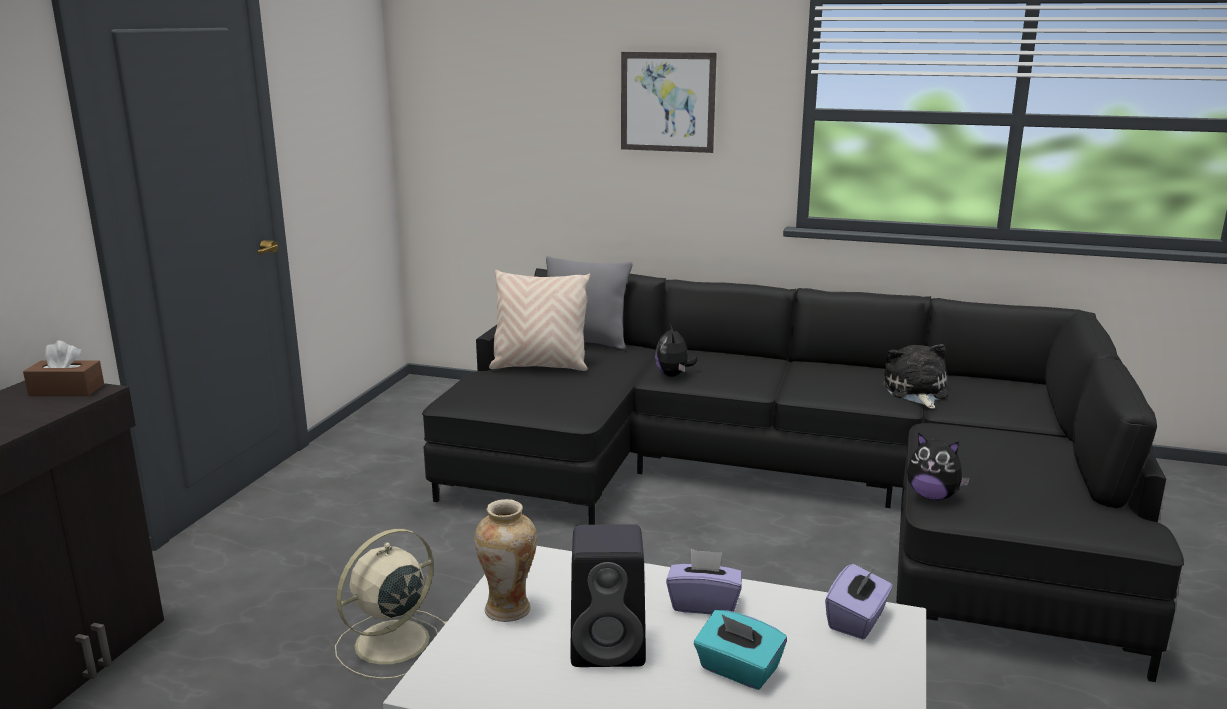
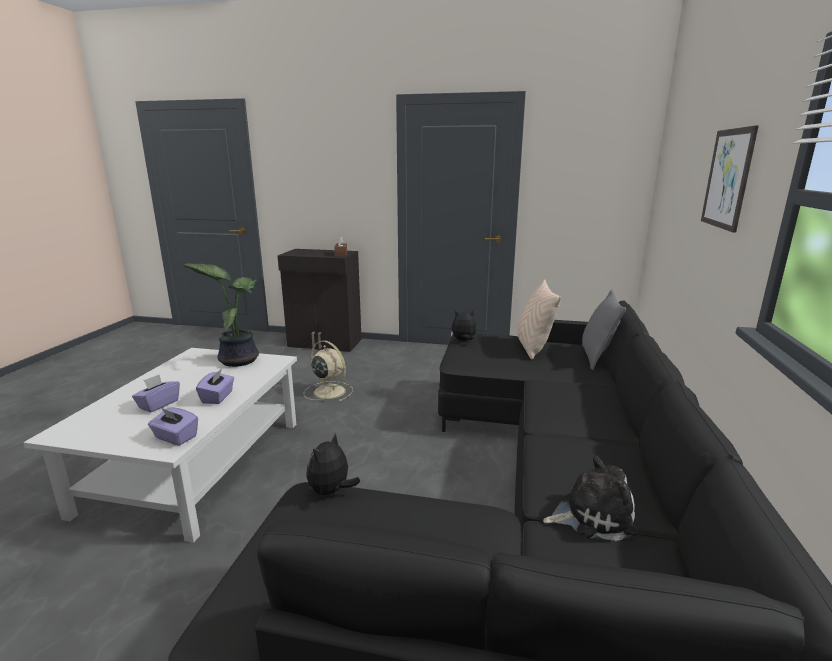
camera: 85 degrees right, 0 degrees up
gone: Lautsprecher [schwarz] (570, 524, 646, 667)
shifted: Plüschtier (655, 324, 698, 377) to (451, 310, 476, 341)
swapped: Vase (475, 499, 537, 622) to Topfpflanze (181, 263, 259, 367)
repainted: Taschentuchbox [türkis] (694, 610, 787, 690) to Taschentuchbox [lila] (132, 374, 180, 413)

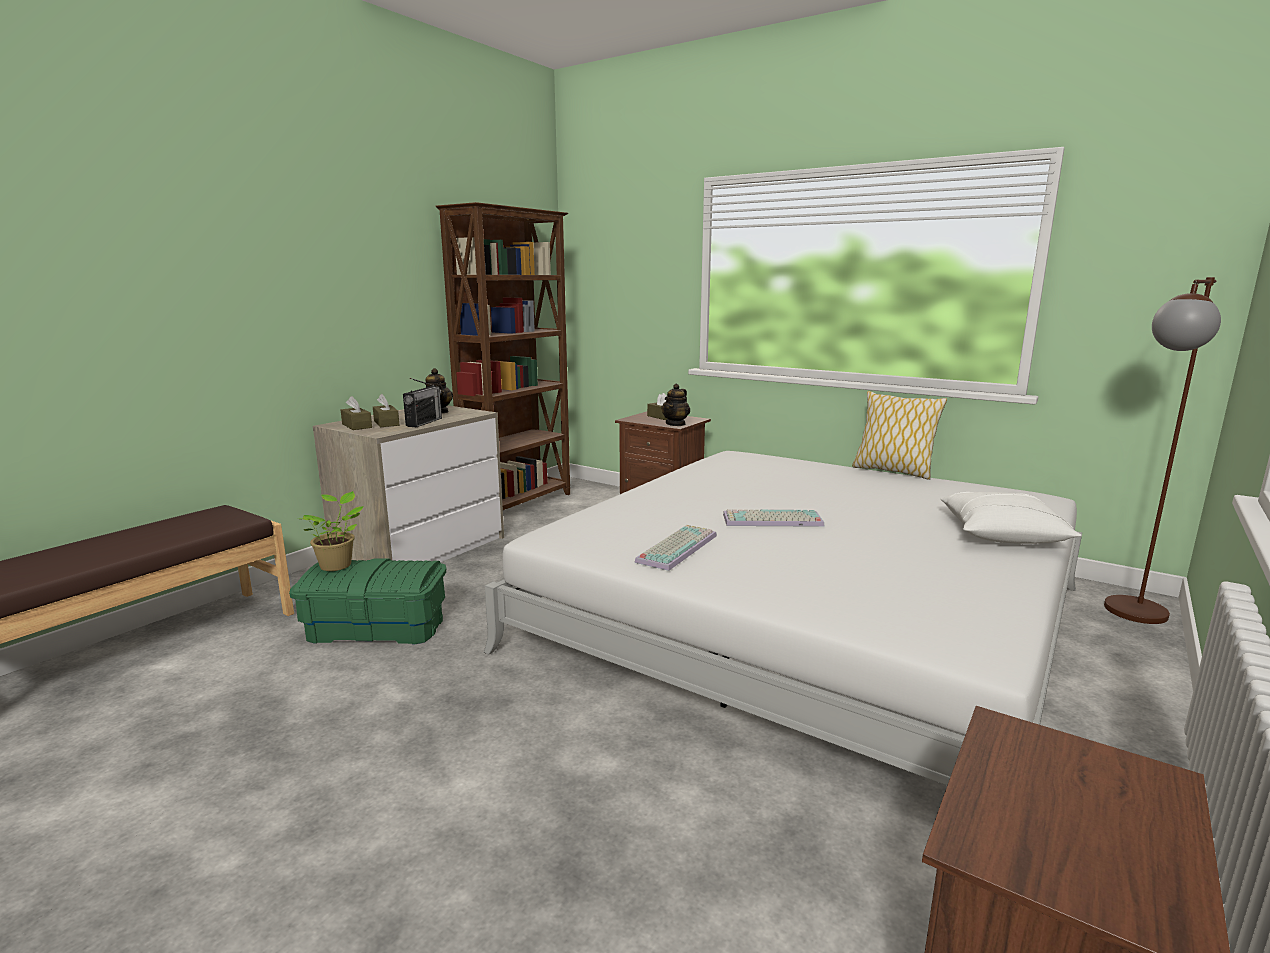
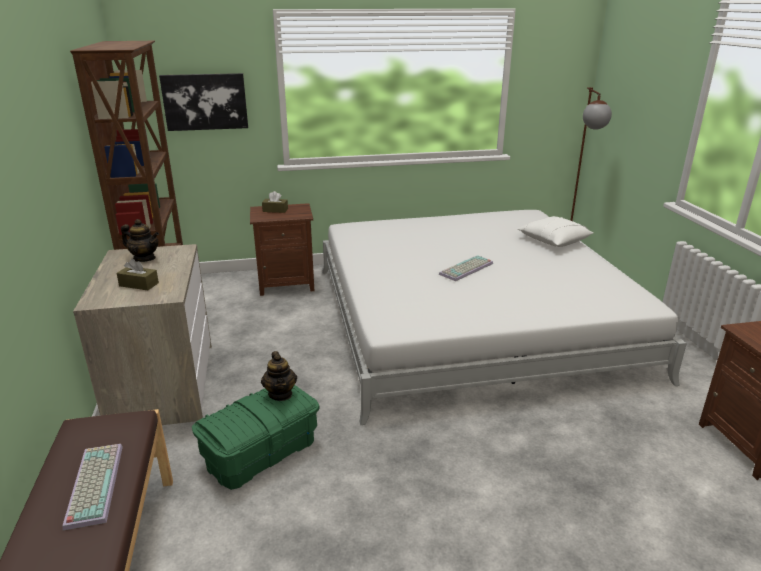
camera: 45 degrees left, 10 degrees up
gone: Topfpflanze (300, 491, 364, 571); Taschentuchbox [braun] (341, 396, 372, 430); Radio (403, 378, 442, 427); Kissen (852, 391, 947, 480)
new: Bild (159, 73, 248, 131)
shifted: Tastatur (634, 525, 717, 571) to (62, 444, 123, 530); Teekanne (661, 384, 690, 426) to (261, 351, 297, 401)

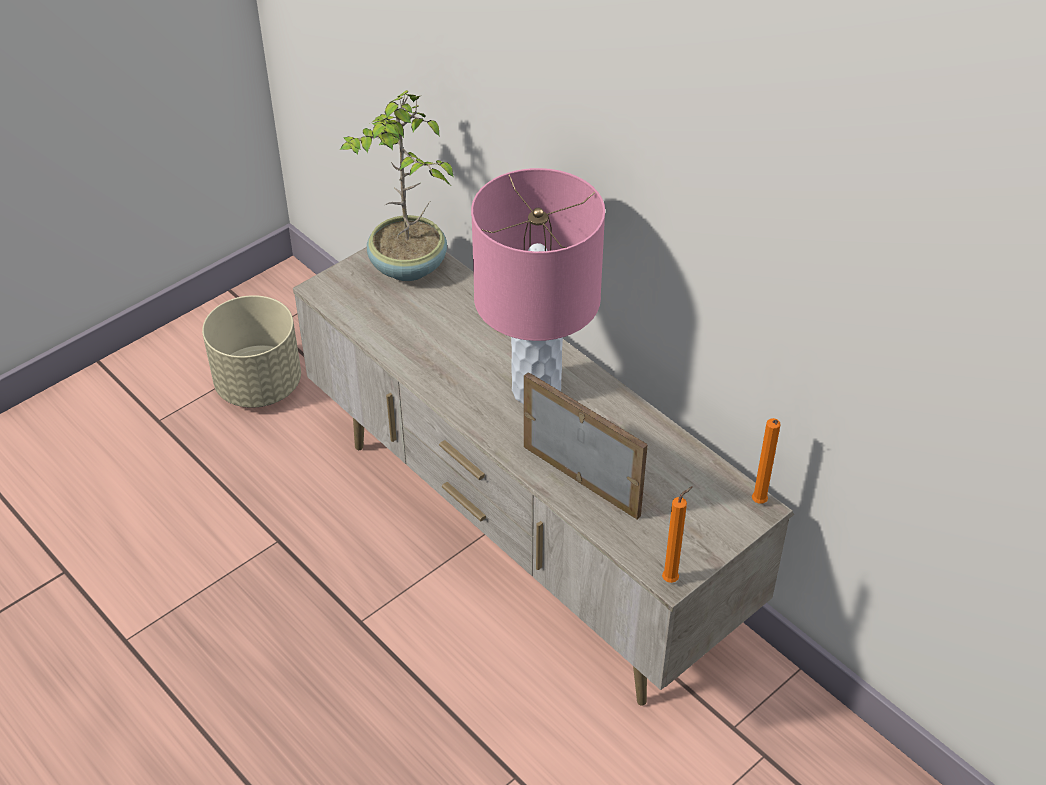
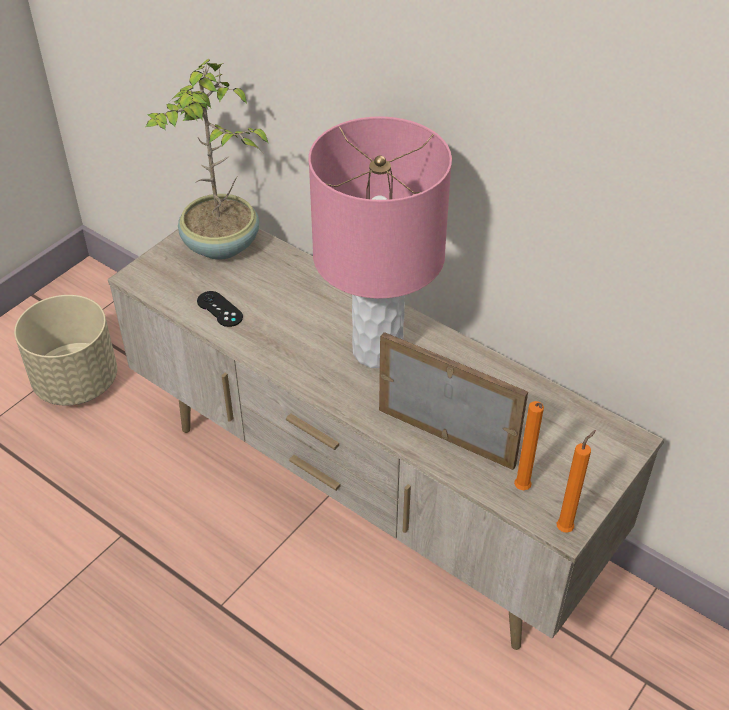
camera: 10 degrees left, 0 degrees up
new: Gamepad [schwarz] (197, 291, 243, 327)
shifted: Kerze [orange] (752, 418, 781, 504) to (514, 401, 544, 490)

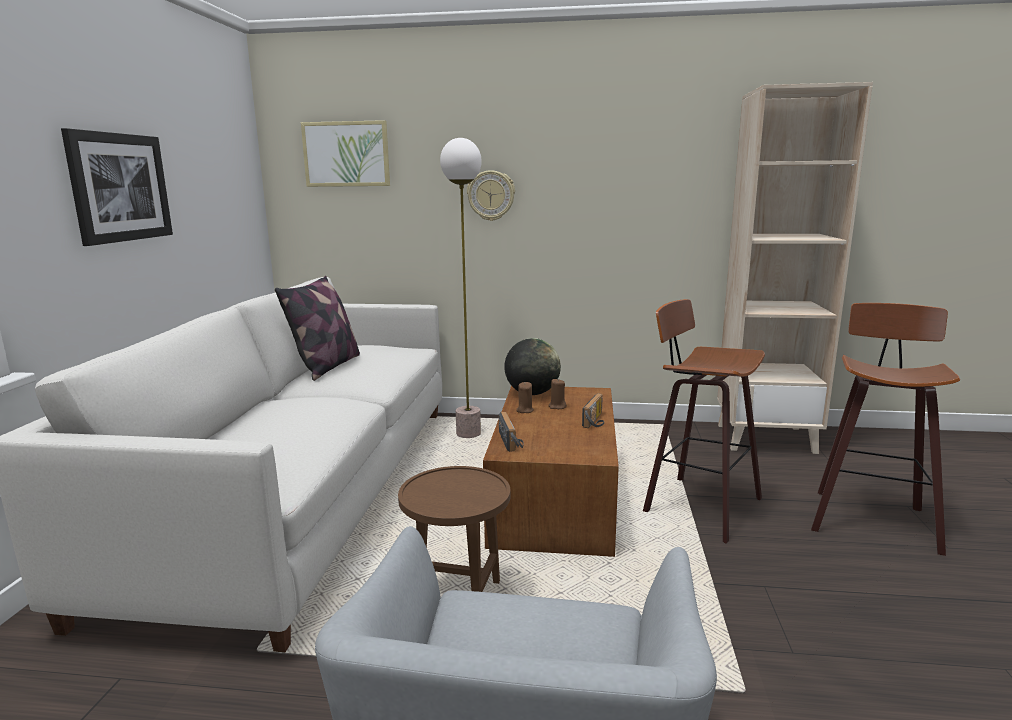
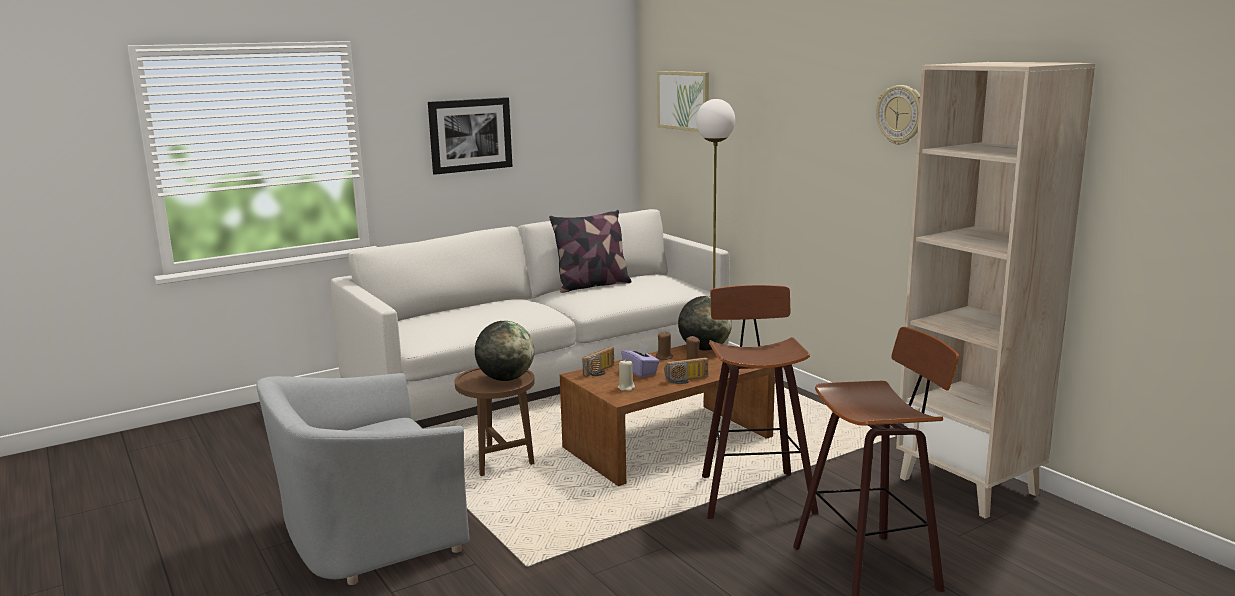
camera: 50 degrees right, 0 degrees up
new: Globus (475, 321, 534, 381); Kerze [beige] (618, 361, 635, 391); Taschentuchbox [lila] (621, 343, 660, 377)
shifted: Wanduhr (467, 170, 515, 221) to (876, 85, 920, 145)

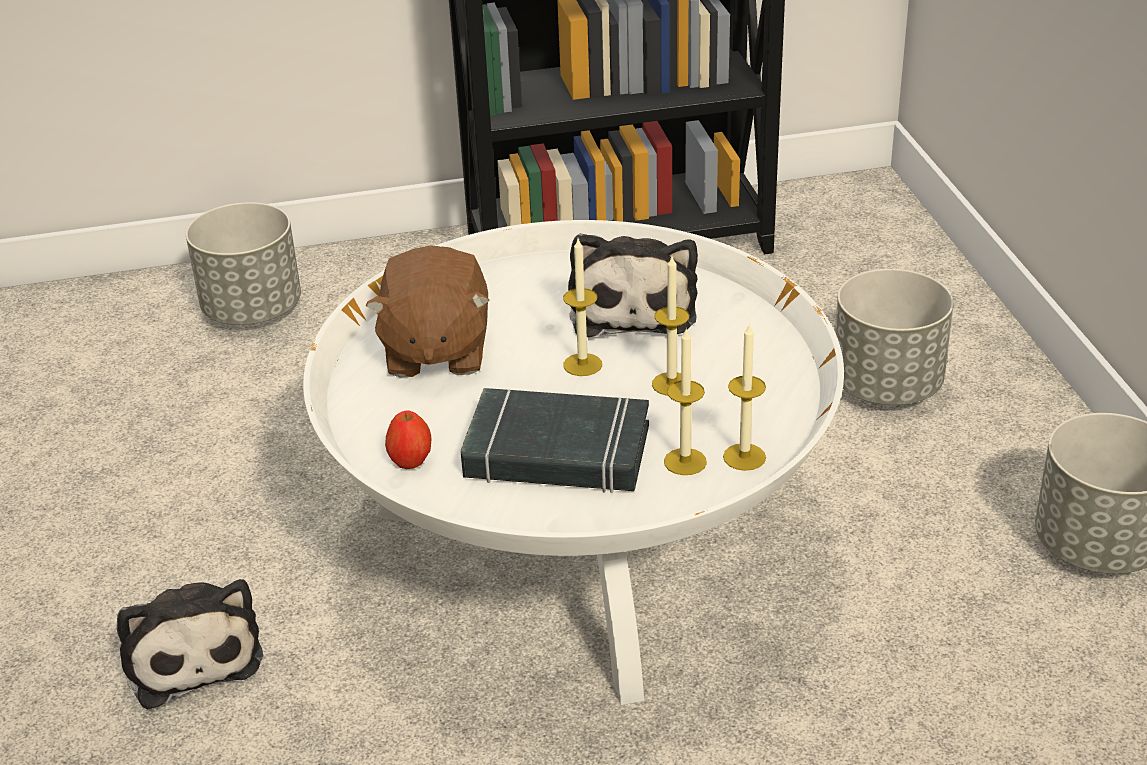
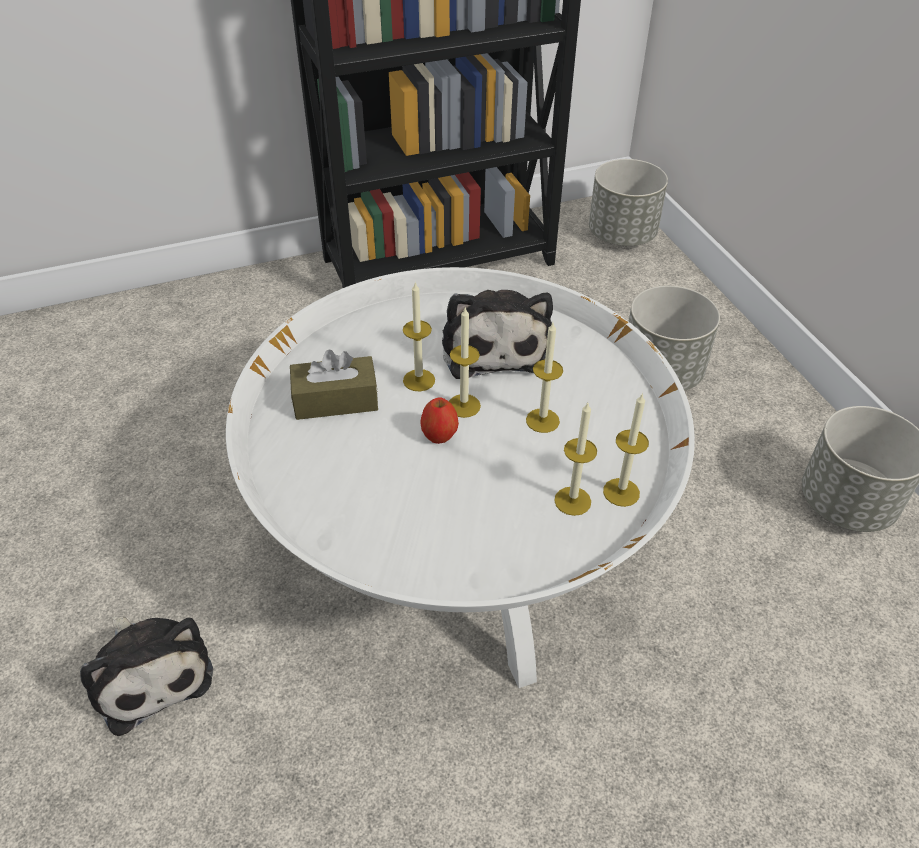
camera: 10 degrees left, 10 degrees up
gone: Buch [schwarz] (461, 388, 649, 493)
new: Kerze (403, 282, 435, 391)
shifted: Pflanzkübel [grau] (186, 202, 301, 325) to (589, 159, 668, 246); Apfel (385, 410, 432, 469) to (420, 397, 459, 444)
swapped: Plüschtier [braun] (365, 245, 490, 377) to Taschentuchbox [braun] (290, 350, 378, 420)

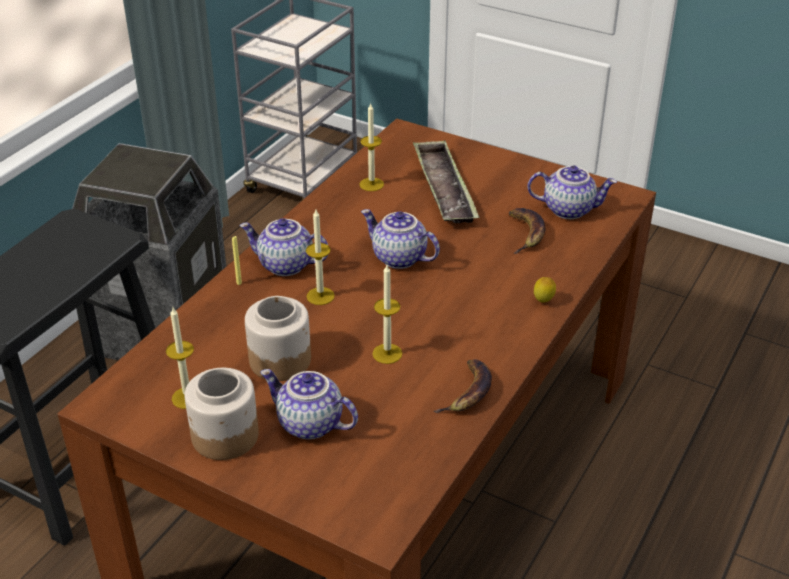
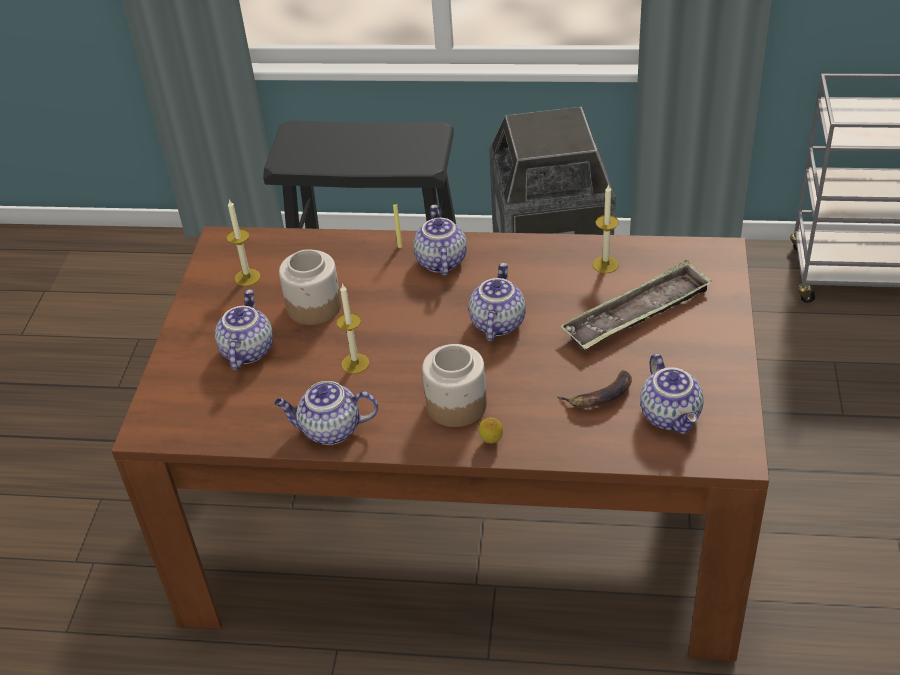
camera: 70 degrees right, 5 degrees up
gone: Kerze (306, 210, 335, 305)
shifted: Vorratsglas (185, 368, 259, 460) to (422, 344, 487, 427)
swapped: Banane (434, 359, 492, 413) to Teekanne (274, 381, 379, 445)

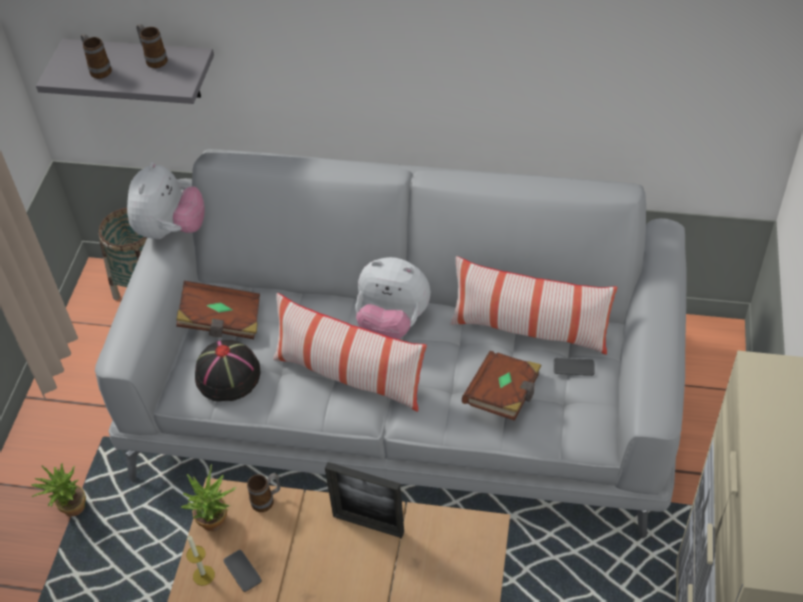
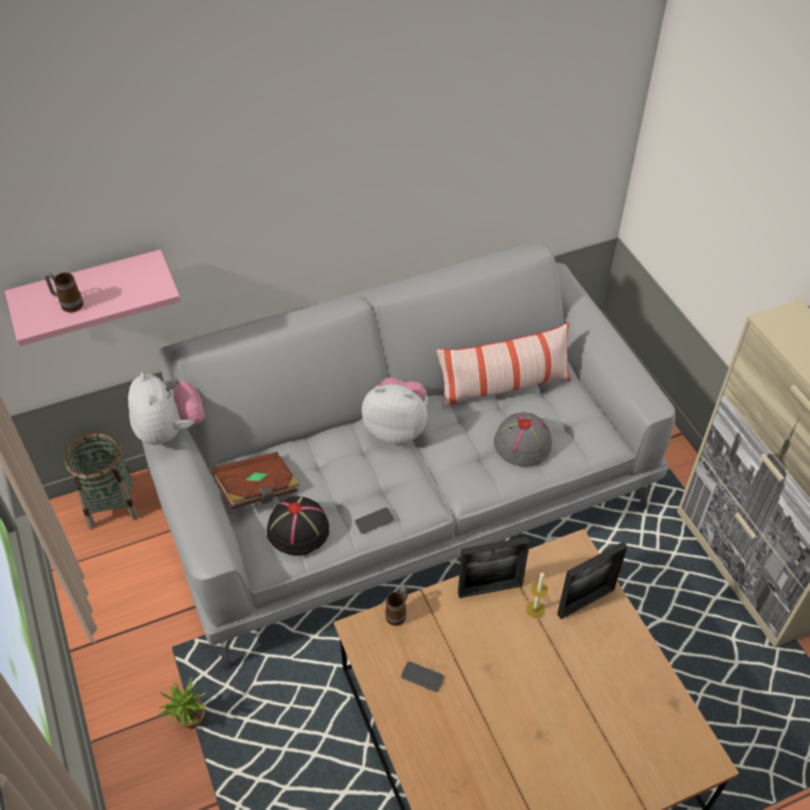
camera: 35 degrees left, 0 degrees up
gone: Henkelbecher (136, 24, 168, 68); Topfpflanze (181, 464, 237, 531); Kissen (273, 293, 427, 412)
new: Bilderrahmen (557, 541, 628, 619)
shifted: Kerze (186, 536, 215, 586) to (526, 572, 548, 618); Handy (554, 358, 595, 376) to (355, 507, 394, 534)
swapped: Buch [braun] (462, 351, 541, 421) to Hut [grau] (494, 412, 552, 467)
repainted: Wandregal [grau] (36, 39, 214, 104) to Wandregal [rosa] (5, 250, 181, 346)
rotated: Plüschtier (355, 257, 431, 339) = (362, 377, 428, 444) 150 degrees counterclockwise

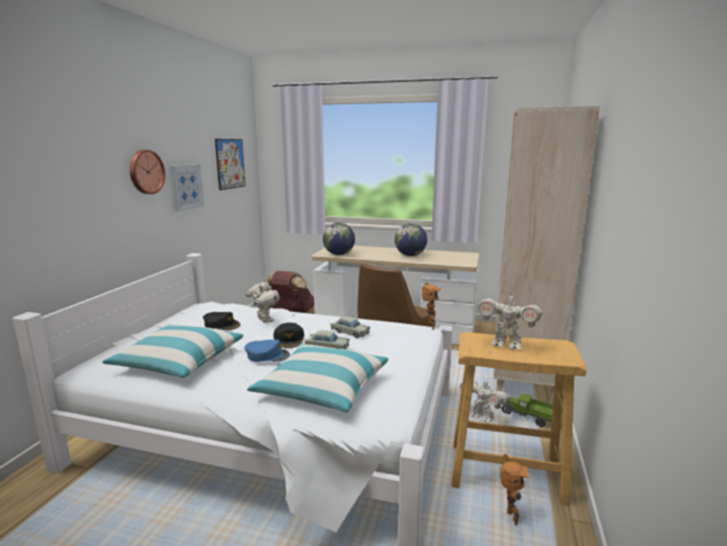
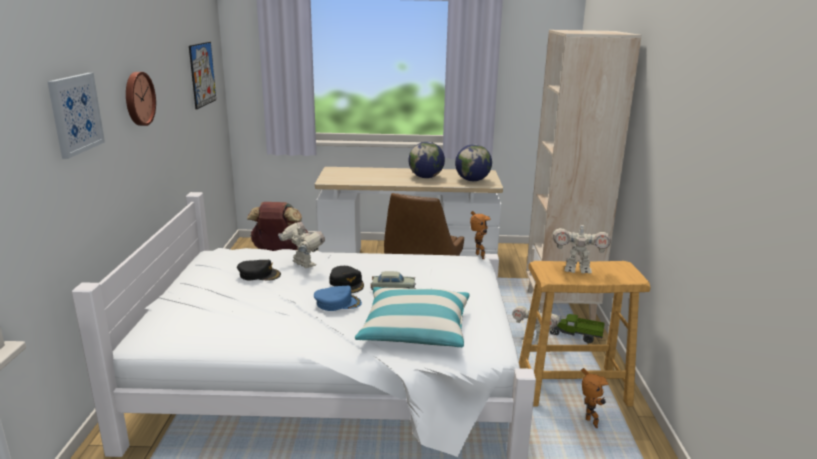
camera: 15 degrees left, 5 degrees up
gone: Kissen (102, 324, 244, 378); Spielzeugauto [beige] (331, 316, 370, 338)
shifted: Bild (170, 164, 204, 212) to (47, 73, 105, 159); Globus (323, 223, 355, 255) to (455, 144, 492, 181)

